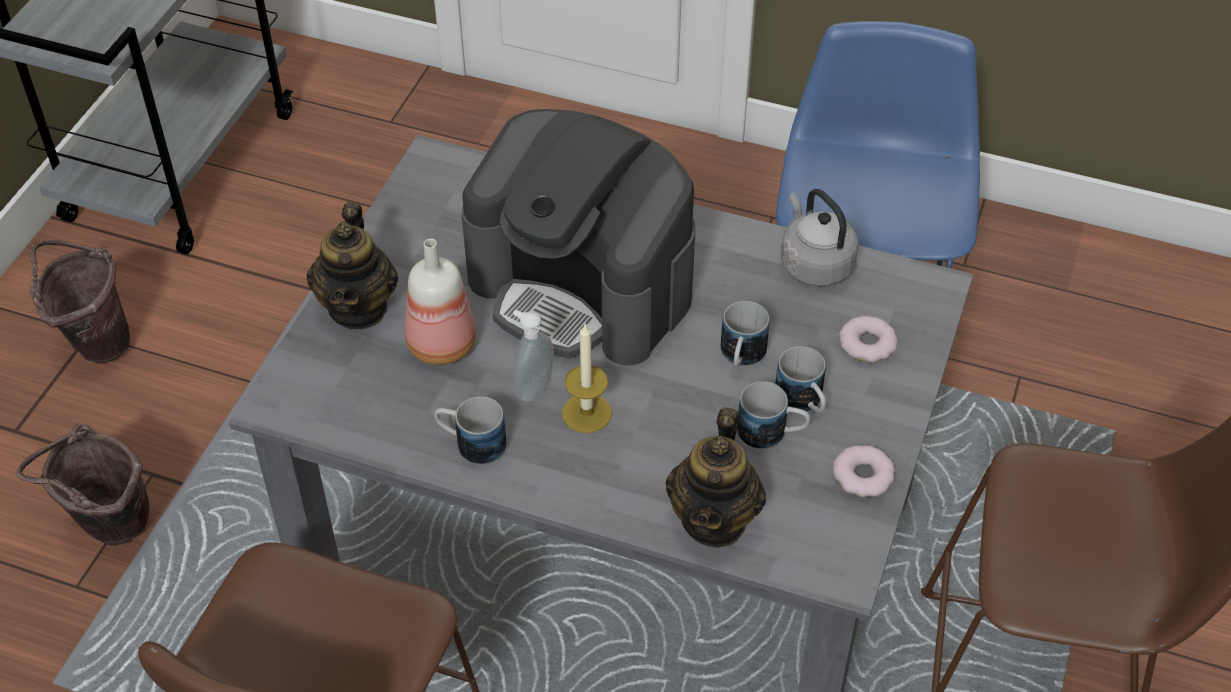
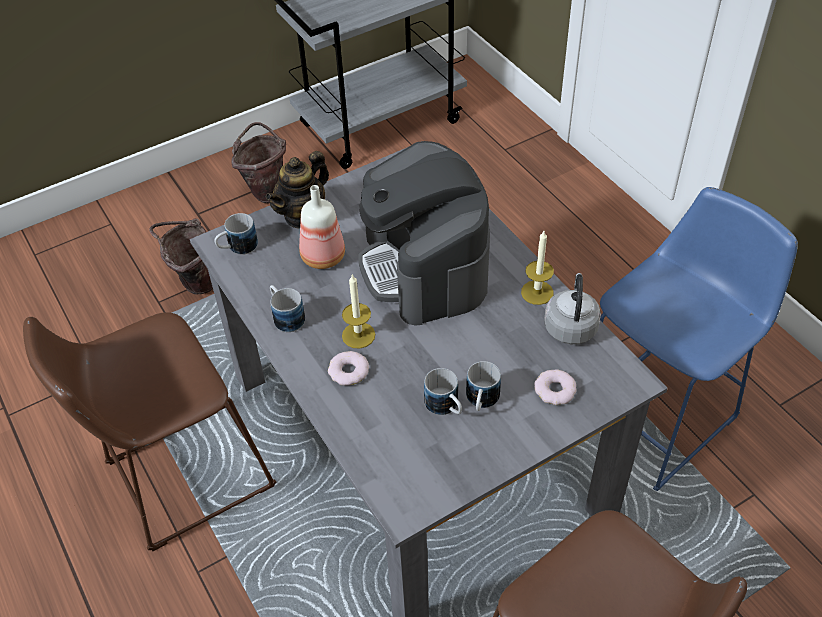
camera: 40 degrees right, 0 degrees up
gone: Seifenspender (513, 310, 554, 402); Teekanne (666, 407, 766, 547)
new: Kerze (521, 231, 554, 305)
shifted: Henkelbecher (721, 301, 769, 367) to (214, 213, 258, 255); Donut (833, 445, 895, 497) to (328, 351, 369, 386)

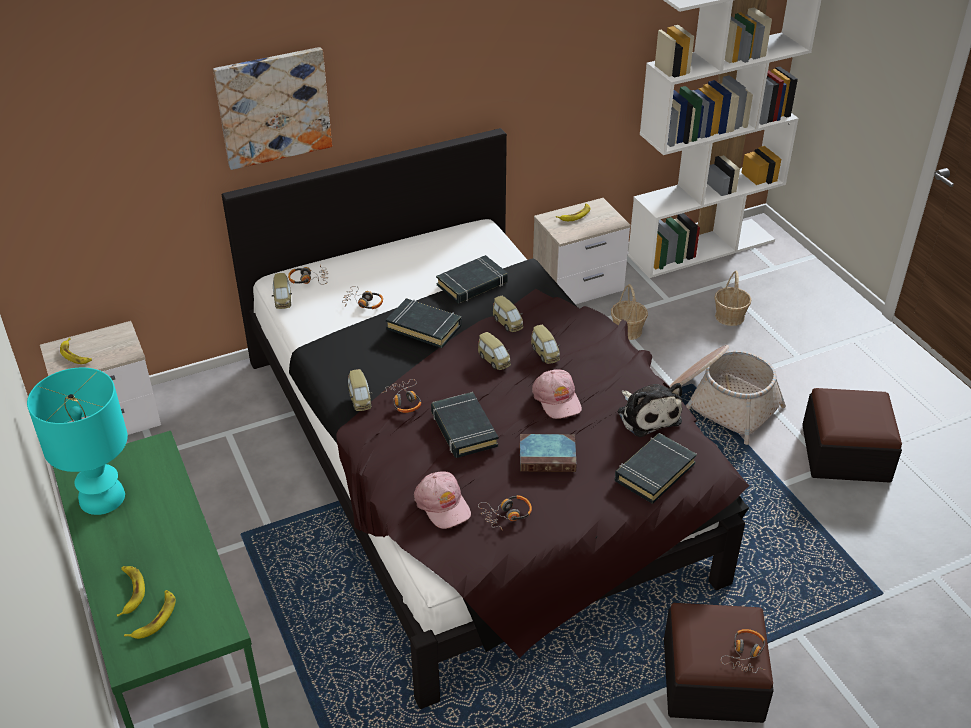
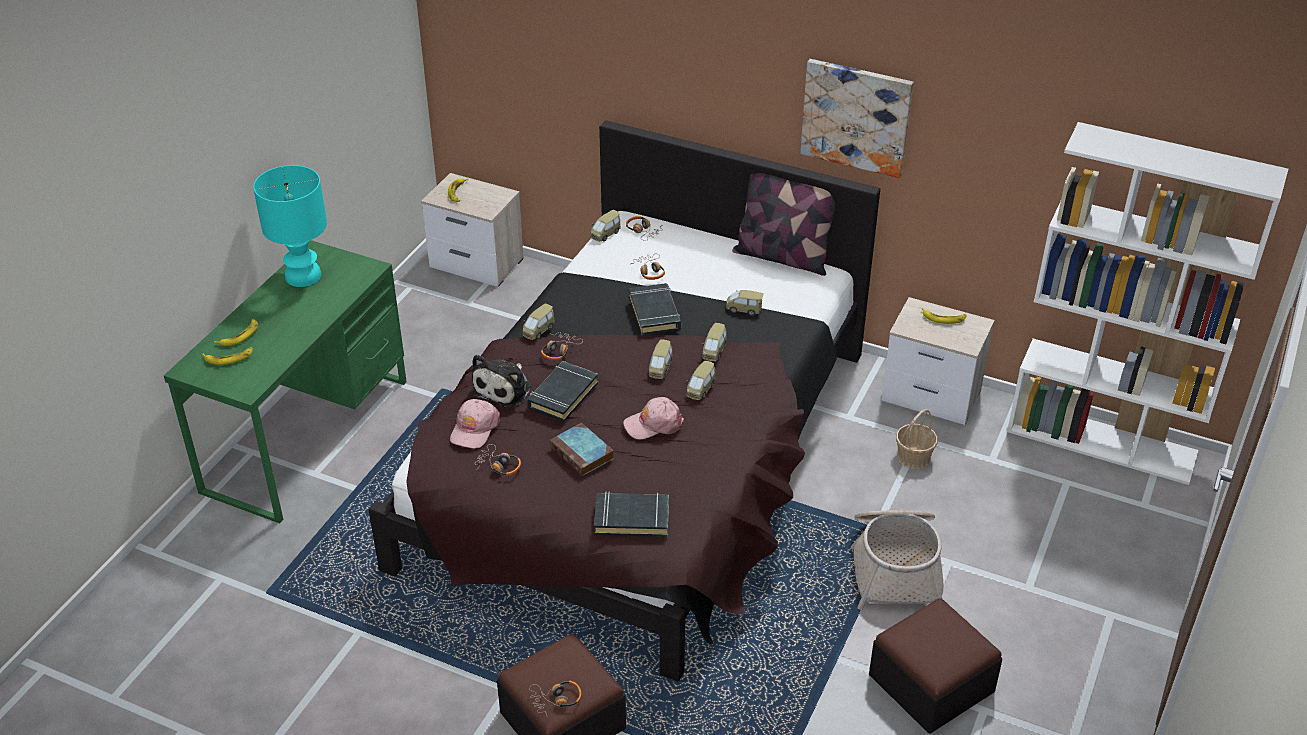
camera: 50 degrees right, 0 degrees up
gone: Korb (714, 270, 751, 326)
new: Kissen (732, 173, 835, 276)
shifted: Bild (213, 47, 332, 170) to (800, 59, 913, 178); Plüschtier (618, 383, 682, 437) to (471, 354, 531, 408)
swapped: Buch [schwarz] (436, 255, 508, 304) to Spielzeugauto (726, 290, 764, 316)
rotated: Kappe [rosa] (532, 369, 582, 419) = (623, 397, 684, 439) 45 degrees clockwise

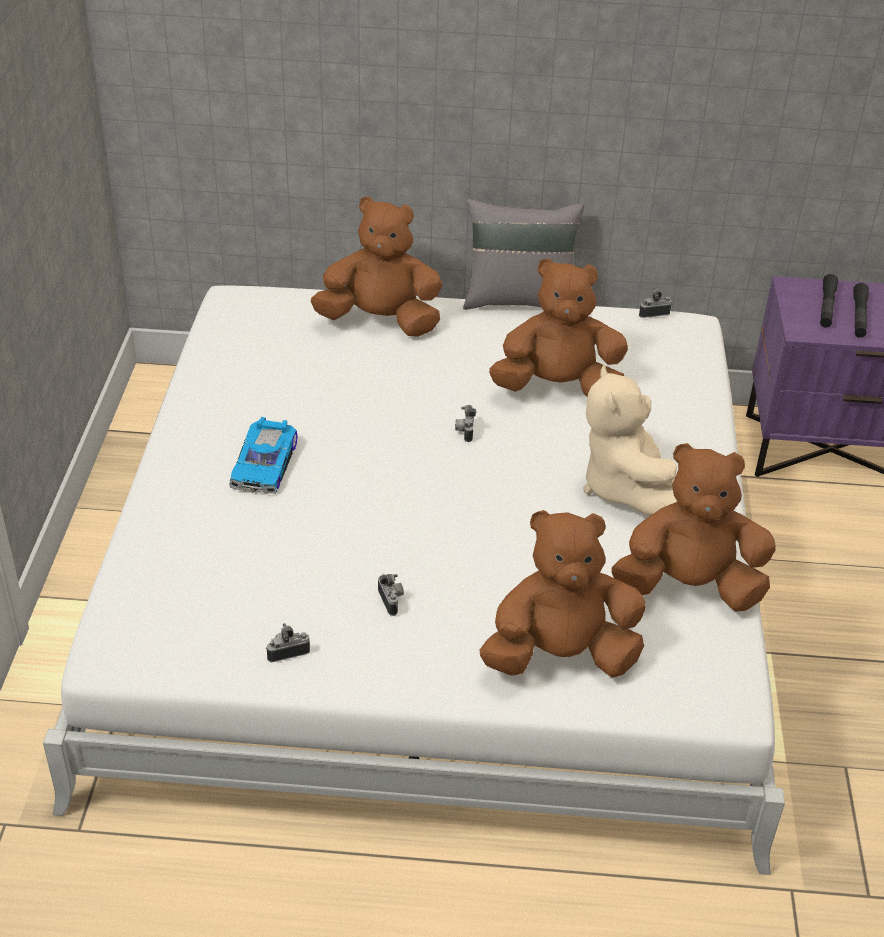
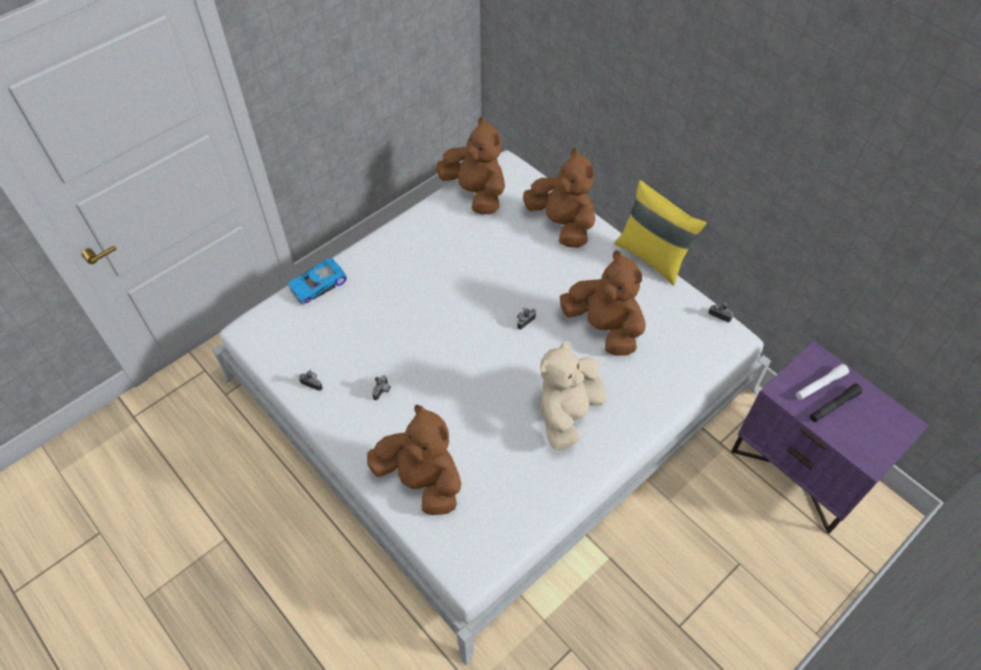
camera: 45 degrees right, 15 degrees up
shifted: Spielzeugauto (229, 417, 298, 494) to (288, 258, 347, 305); Plüschtier [braun] (611, 443, 776, 612) to (436, 117, 505, 214)
repainted: Kissen [grau] (463, 199, 584, 310) to Kissen [gelb] (614, 180, 706, 285); Taschenlampe [schwarz] (820, 274, 838, 328) to Taschenlampe [weiß] (796, 364, 849, 400)

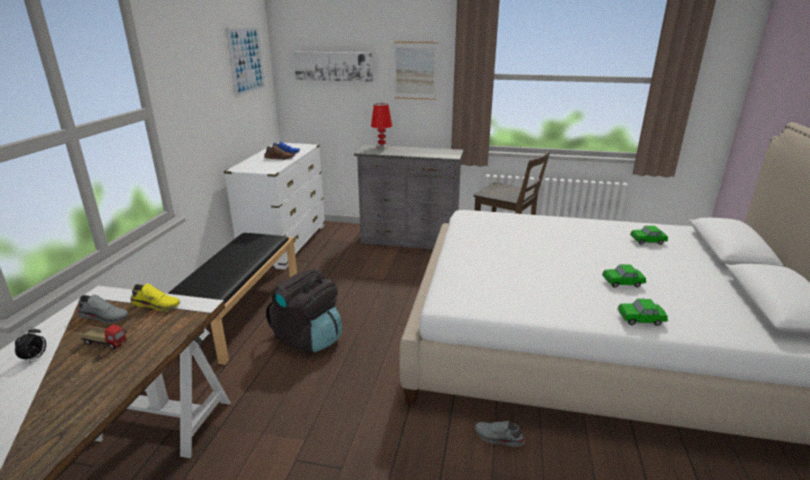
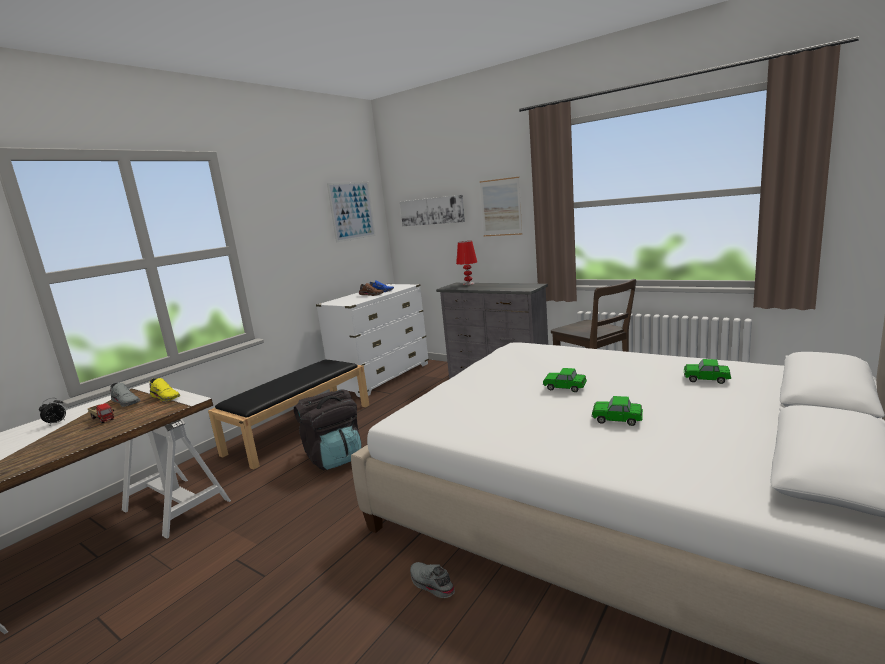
camera: 25 degrees right, 10 degrees down
shifted: Spielzeugauto (617, 299, 668, 326) to (543, 368, 587, 392)

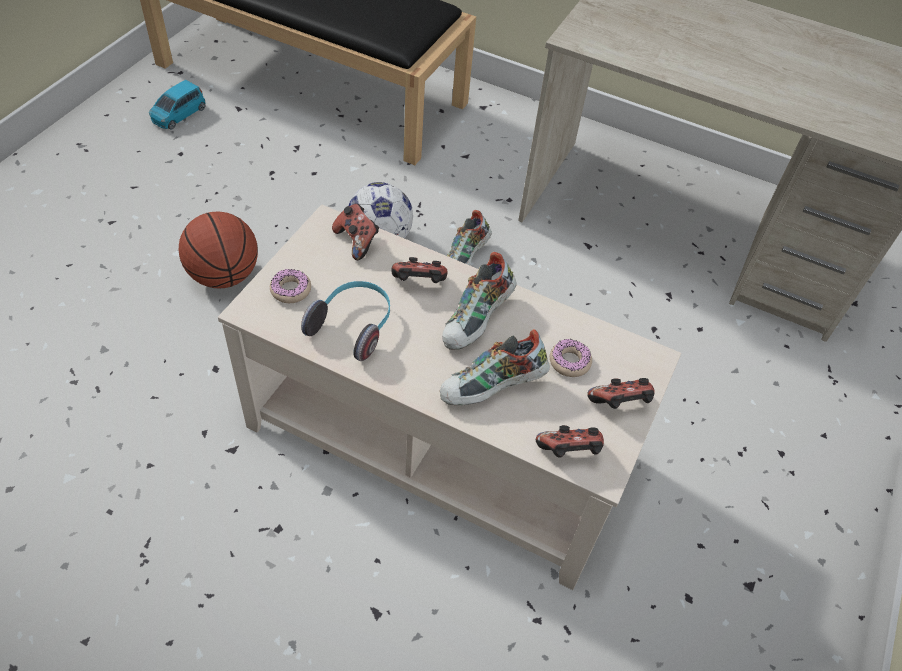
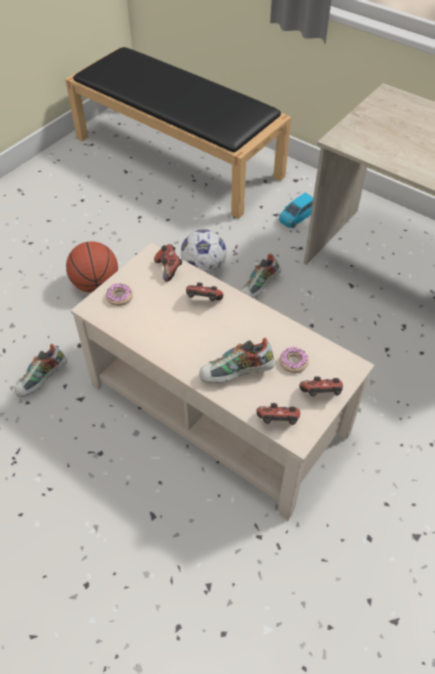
camera: 15 degrees right, 0 degrees up
gone: Kopfhörer (301, 281, 390, 361)
shifted: Spielzeugauto [blau] (149, 80, 205, 130) to (279, 193, 313, 228); Schuh (442, 252, 517, 350) to (15, 344, 68, 397)

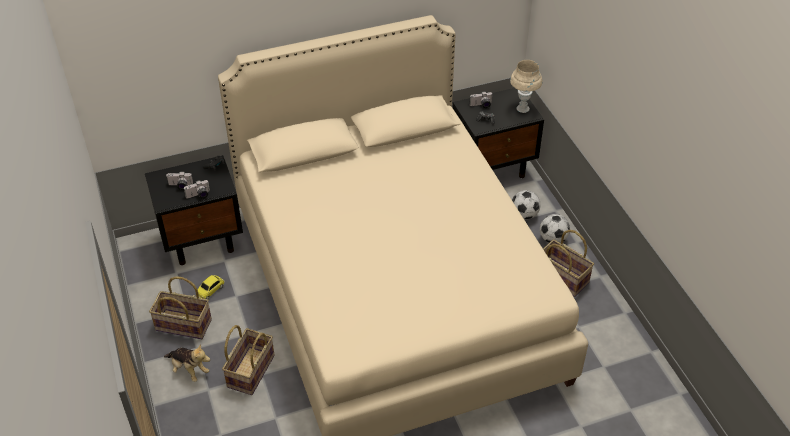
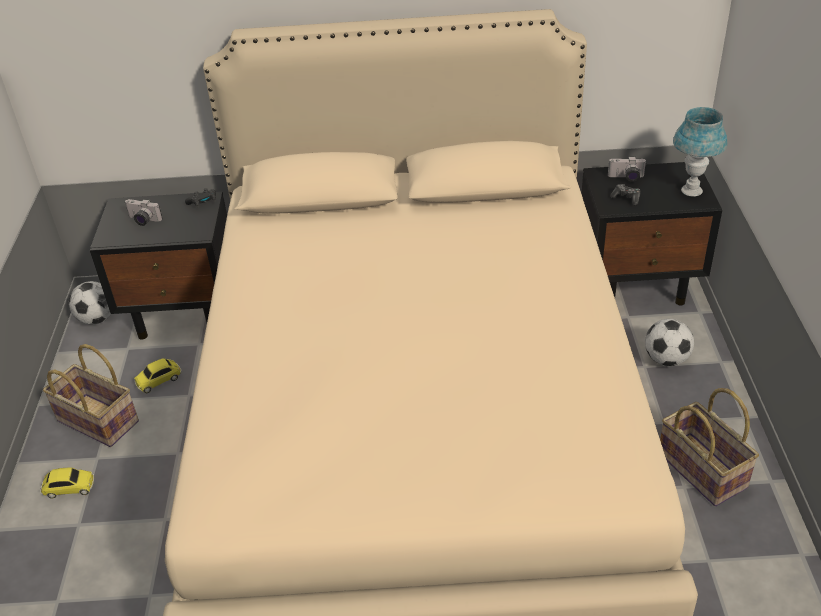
camera: 20 degrees right, 5 degrees down
gone: Kamera (184, 180, 210, 199); Korb (222, 325, 274, 395)
shifted: Fußball (540, 214, 570, 243) to (69, 281, 111, 325)
swapped: Plüschtier (164, 344, 210, 382) to Spielzeugauto (40, 467, 94, 498)
repainted: Tischlampe [beige] (510, 60, 543, 113) to Tischlampe [blau] (673, 107, 727, 197)

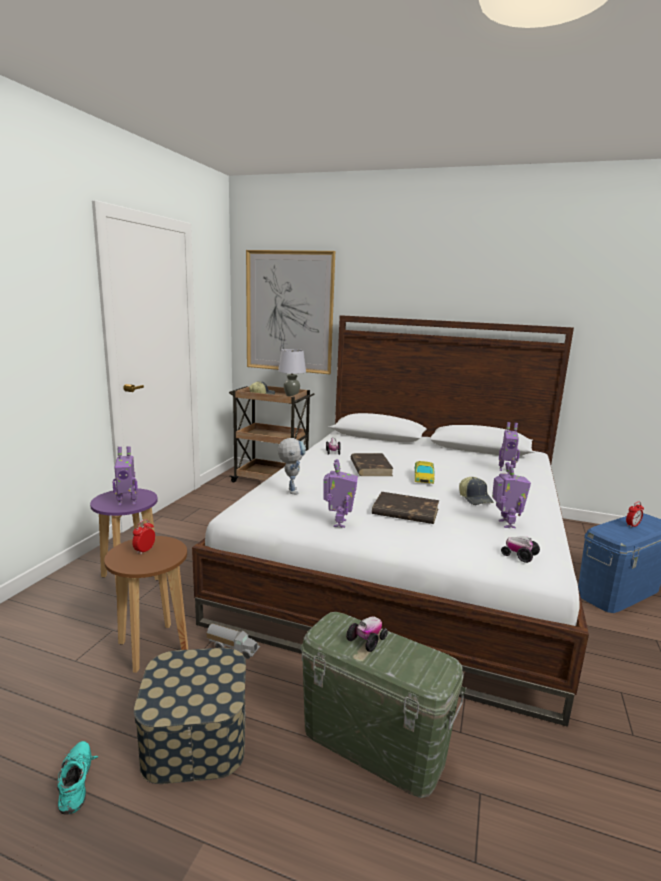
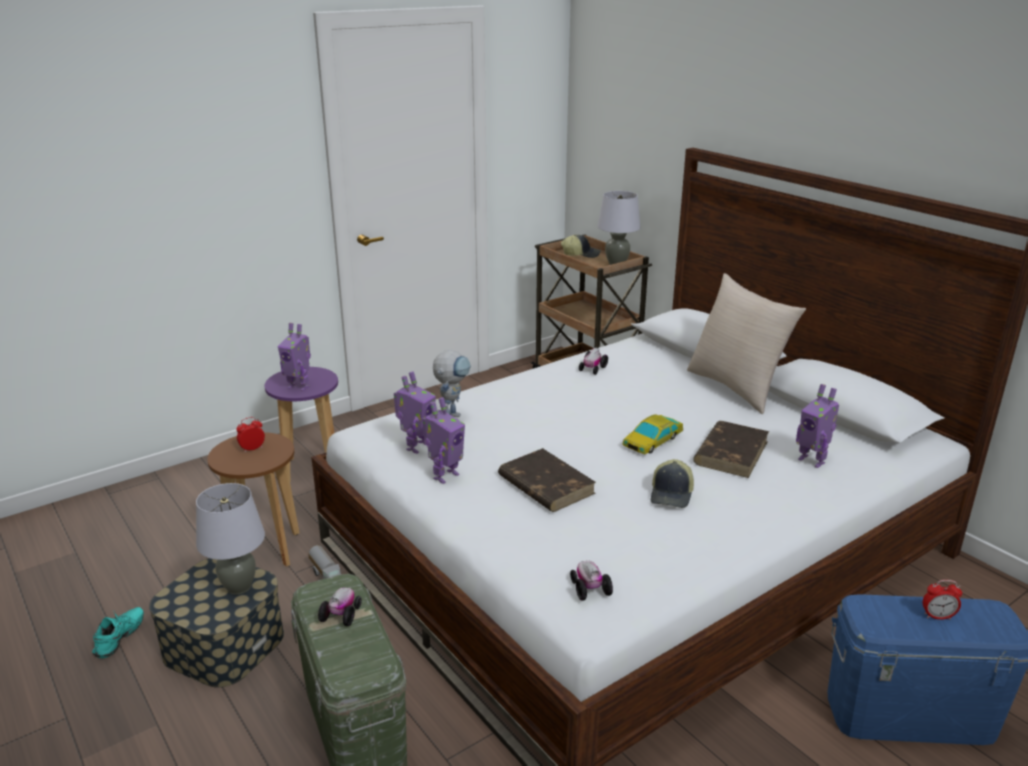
camera: 35 degrees right, 10 degrees up
gone: Bild (246, 250, 335, 374)
new: Tischlampe [grau] (196, 483, 265, 595); Kissen [beige] (687, 273, 806, 414)
shifted: Buch [braun] (351, 453, 394, 476) to (693, 421, 769, 478); Spielzeugroboter (492, 462, 531, 528) to (394, 371, 436, 454)
rotated: Spielzeugauto (346, 616, 388, 652) = (318, 587, 362, 626) 60 degrees counterclockwise

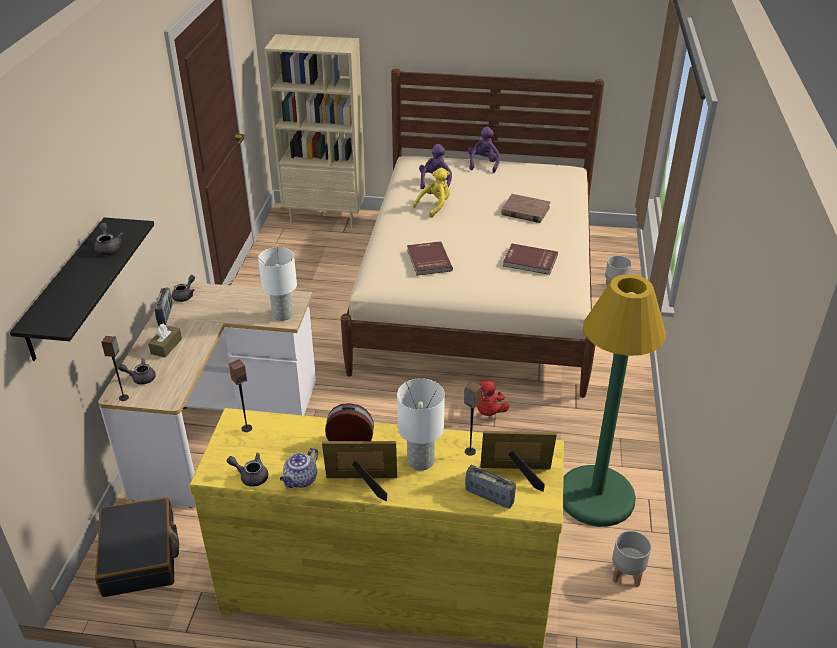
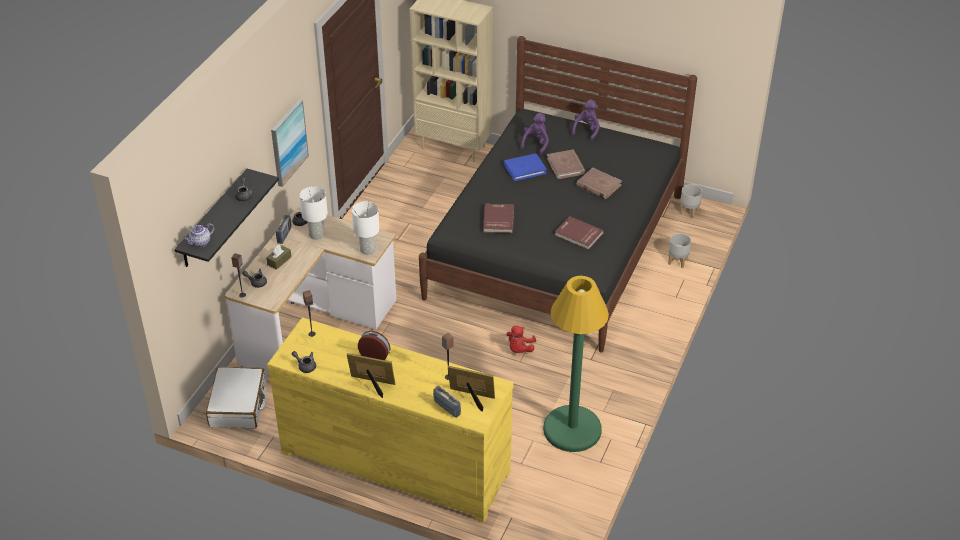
camera: 15 degrees right, 5 degrees up
new: Bild (271, 100, 309, 187); Buch [braun] (547, 150, 585, 179)
shifted: Teekanne (280, 447, 318, 488) to (183, 223, 214, 247); Tischlampe [weiß] (397, 378, 445, 471) to (299, 186, 328, 240); Pflanzkübel [grau] (612, 531, 651, 587) to (679, 184, 702, 218)
swapped: Plüschtier [gelb] (413, 168, 450, 218) to Buch [blau] (504, 154, 547, 181)
repainted: Koffer [schwarz] (95, 497, 179, 597) to Koffer [weiß] (206, 367, 266, 428); Bett [beige] (341, 69, 604, 398) to Bett [schwarz] (419, 36, 697, 352)

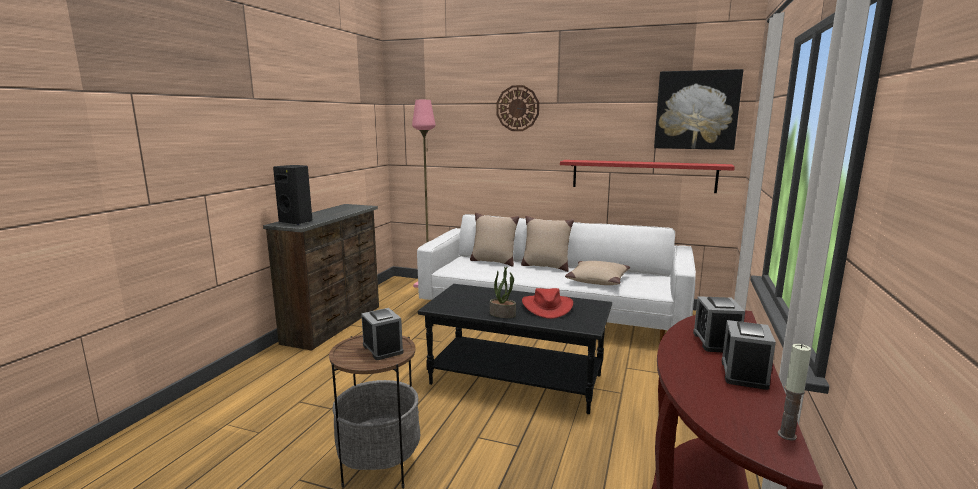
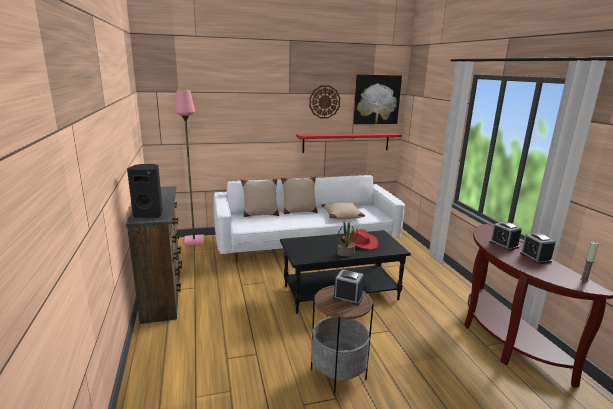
camera: 35 degrees left, 5 degrees up
shifted: Wanduhr (496, 85, 539, 131) to (309, 85, 340, 118)

